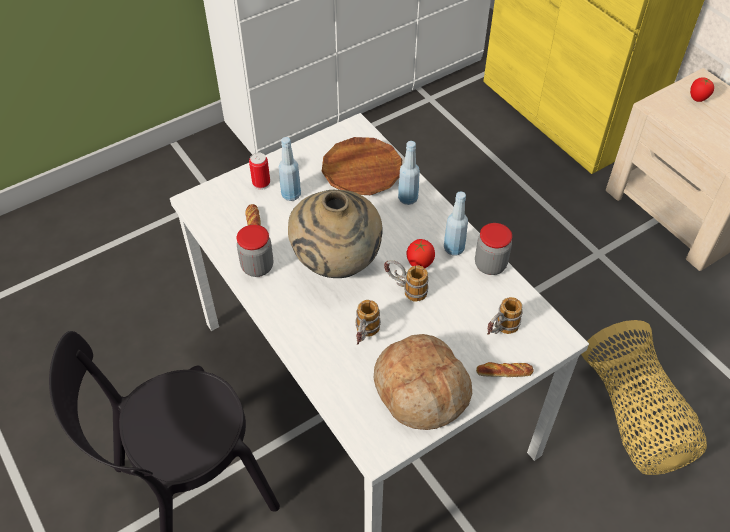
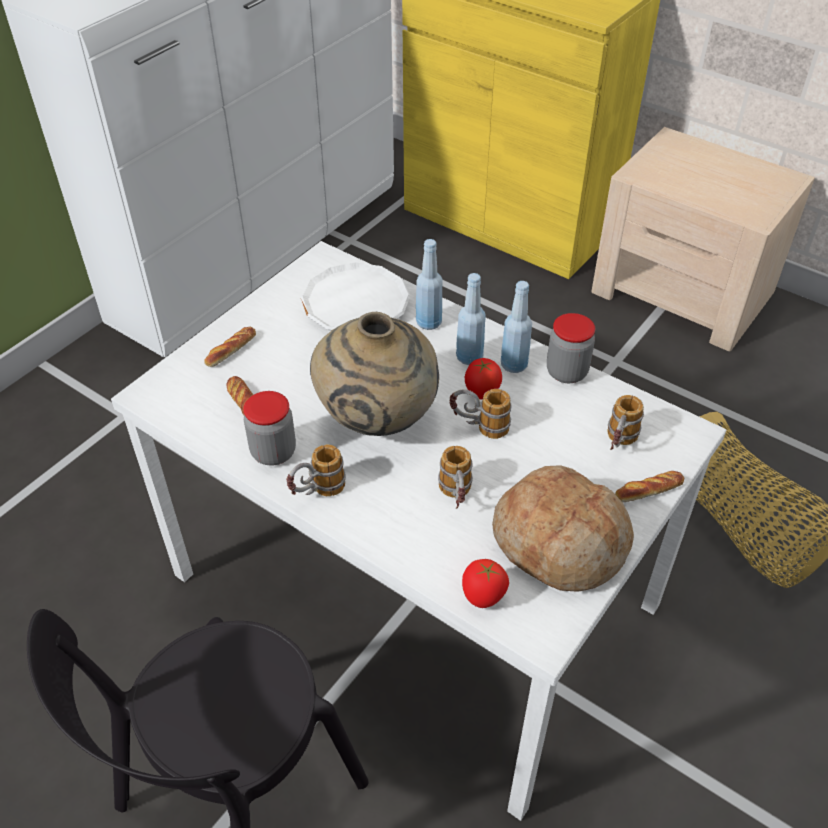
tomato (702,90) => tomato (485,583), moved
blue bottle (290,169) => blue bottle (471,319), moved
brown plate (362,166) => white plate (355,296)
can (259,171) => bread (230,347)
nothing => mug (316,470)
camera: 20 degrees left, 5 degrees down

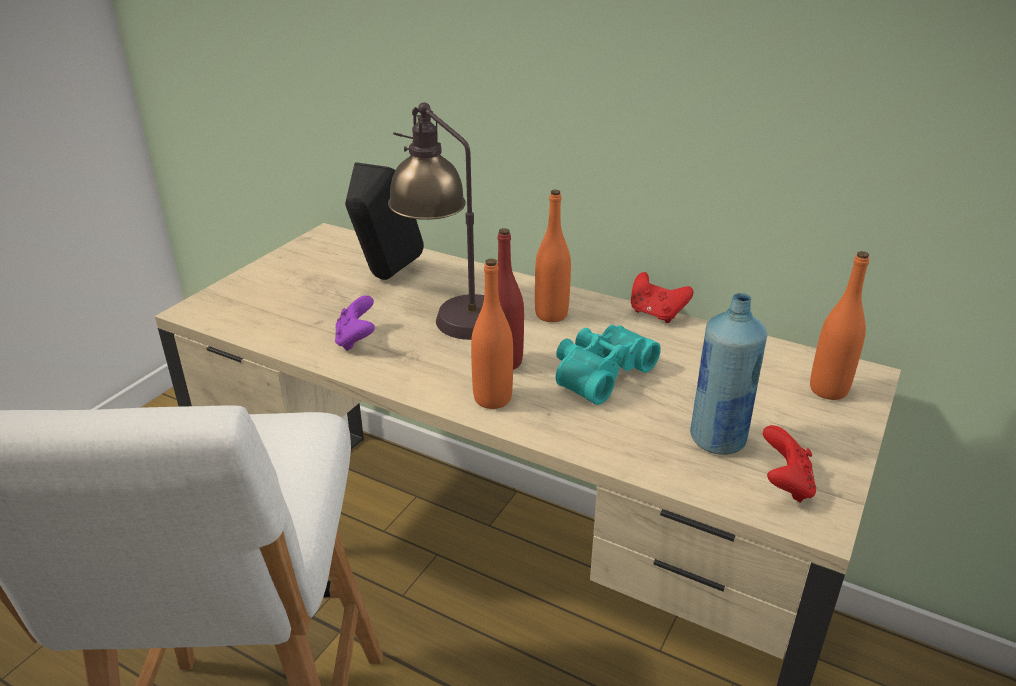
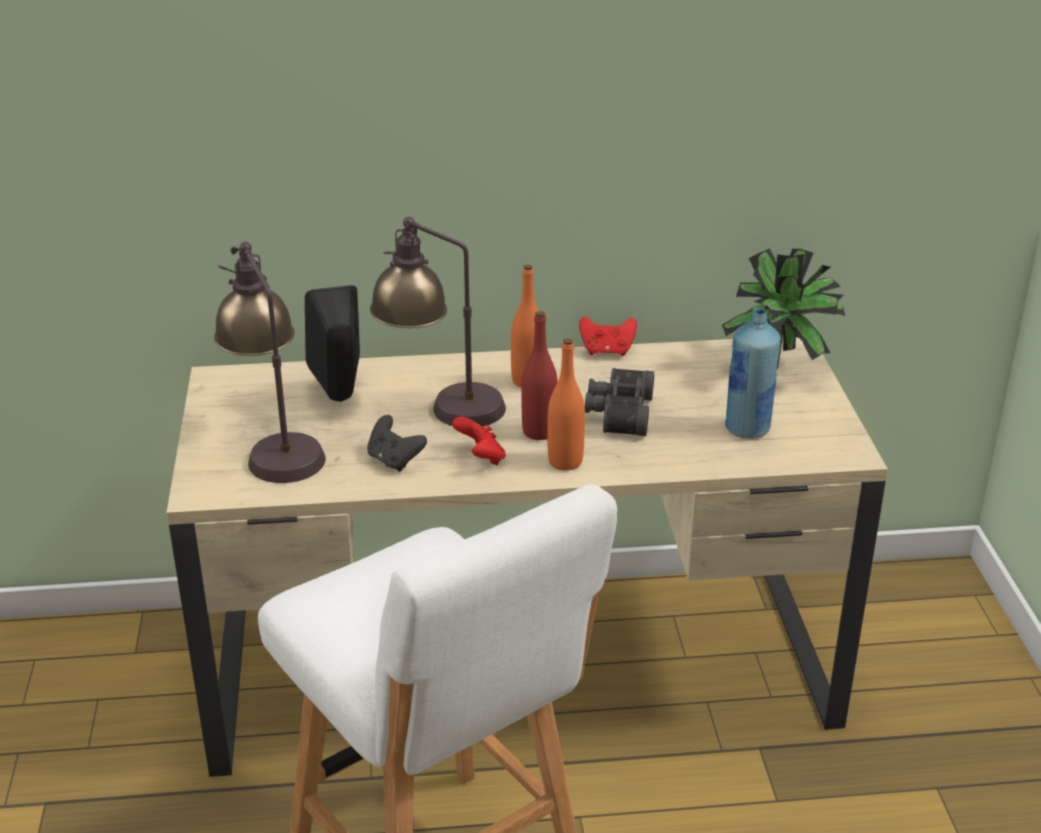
orange bottle (839,325) => potted plant (783,308)
purple game controller (355,323) => black game controller (397,443)
turquoise binoculars (608,365) => black binoculars (619,402)
red game controller (789,464) => red game controller (479,441), moved
nothing => table lamp (270,362)
camera: 35 degrees left, 0 degrees up

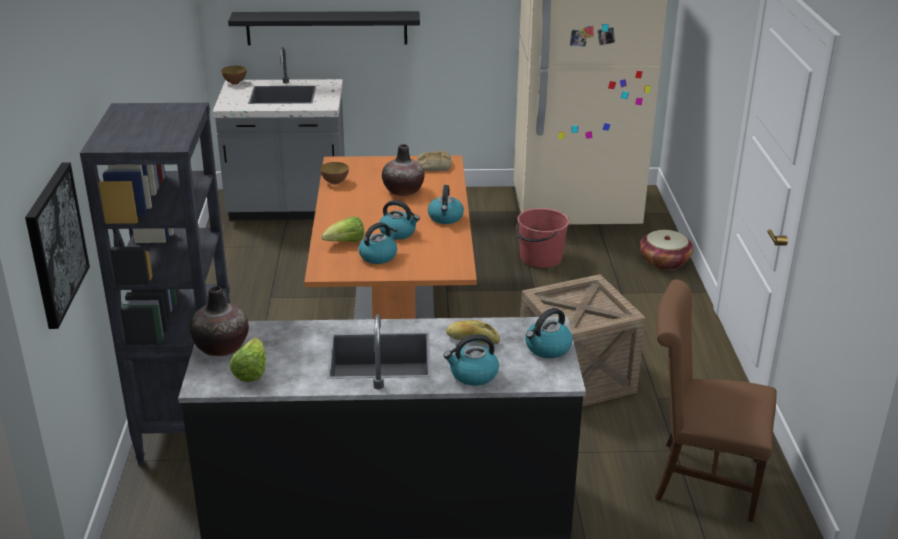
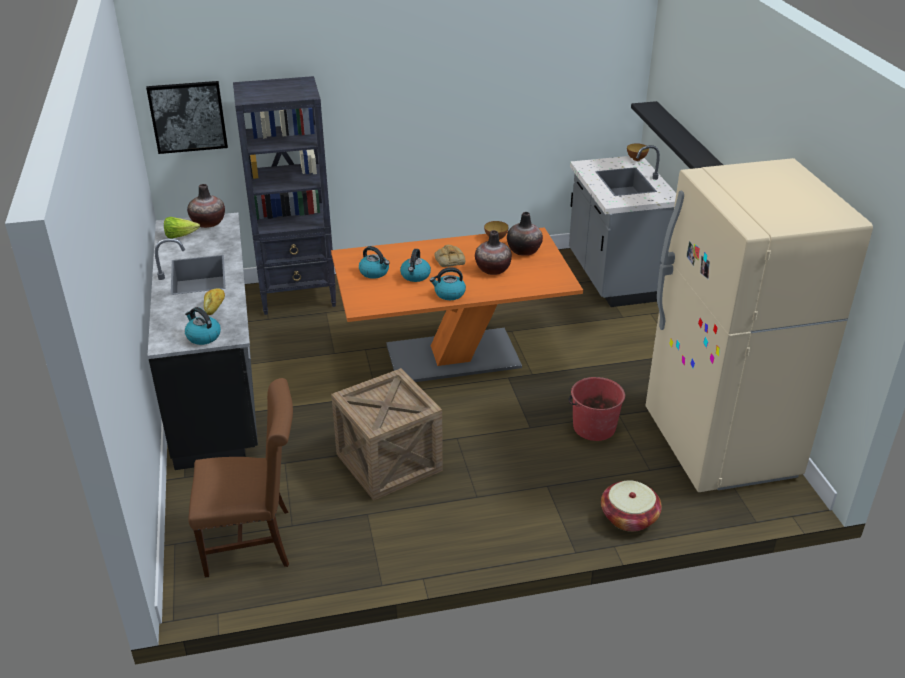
bread (434,161) => bread (450,256), moved
lettuce (342,229) => nothing
brown chair (716,400) => brown chair (240,477), 75 degrees clockwise
kettle (471,360) => nothing
nothing => vase (525,234)
camera: 80 degrees right, 5 degrees up

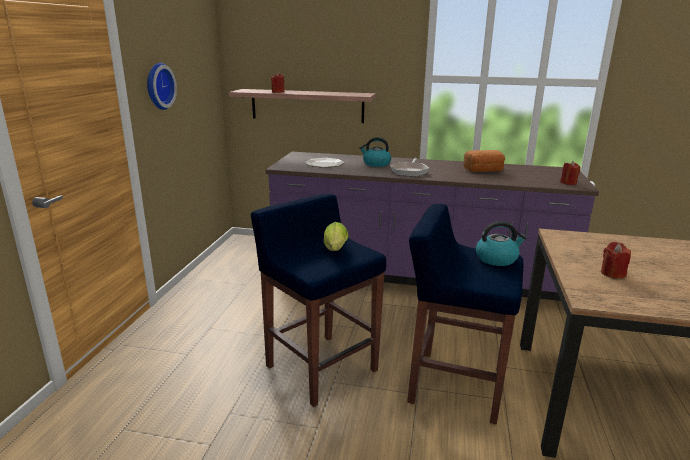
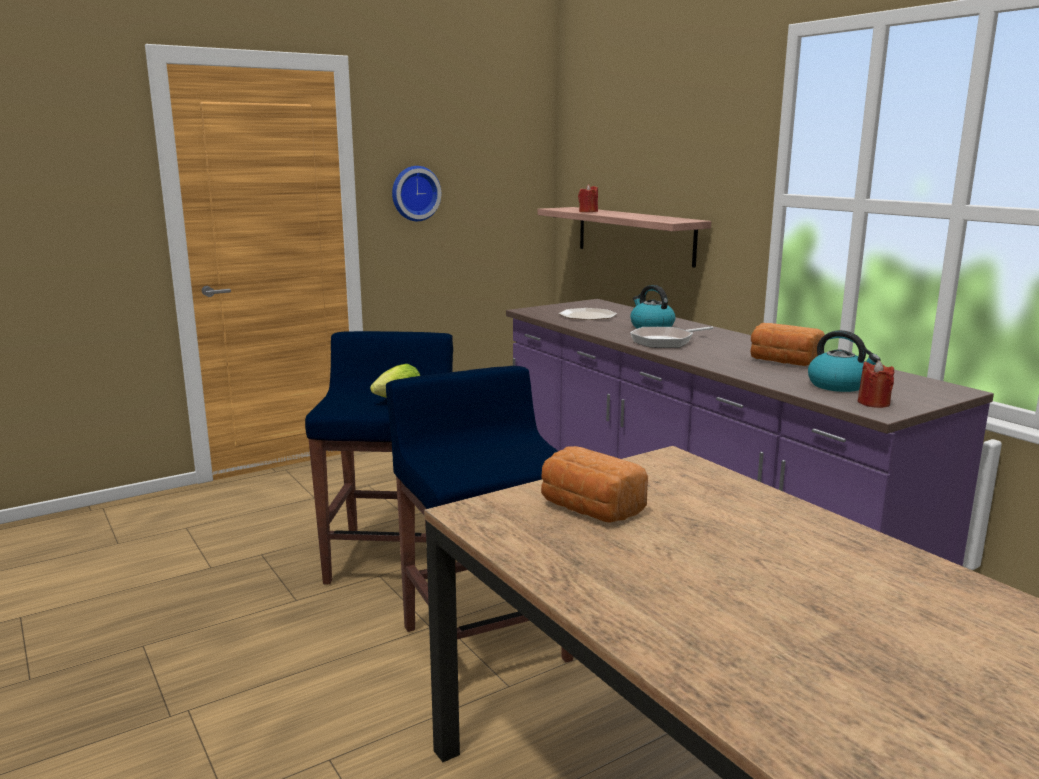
kettle (501,243) => kettle (844,361), moved
red candle (616,260) => bread (594,484)
camera: 45 degrees right, 5 degrees down

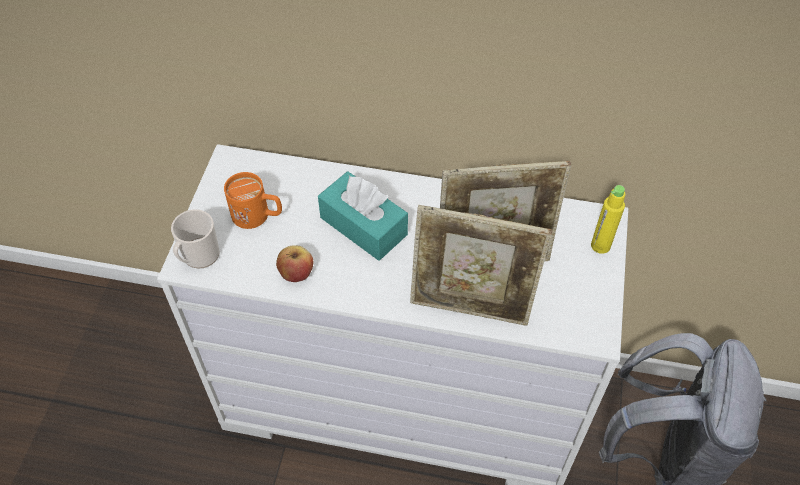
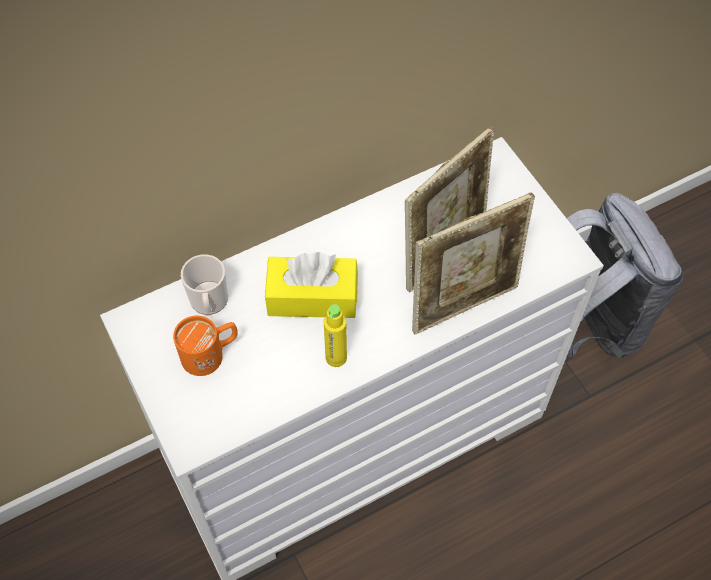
turquoise tissue box (363,216) => yellow tissue box (311,285)
yellow bottle (608,219) => yellow bottle (335,335), moved
mug (195,239) => mug (204,284), moved
apple (294,263) => nothing
camera: 40 degrees left, 5 degrees up

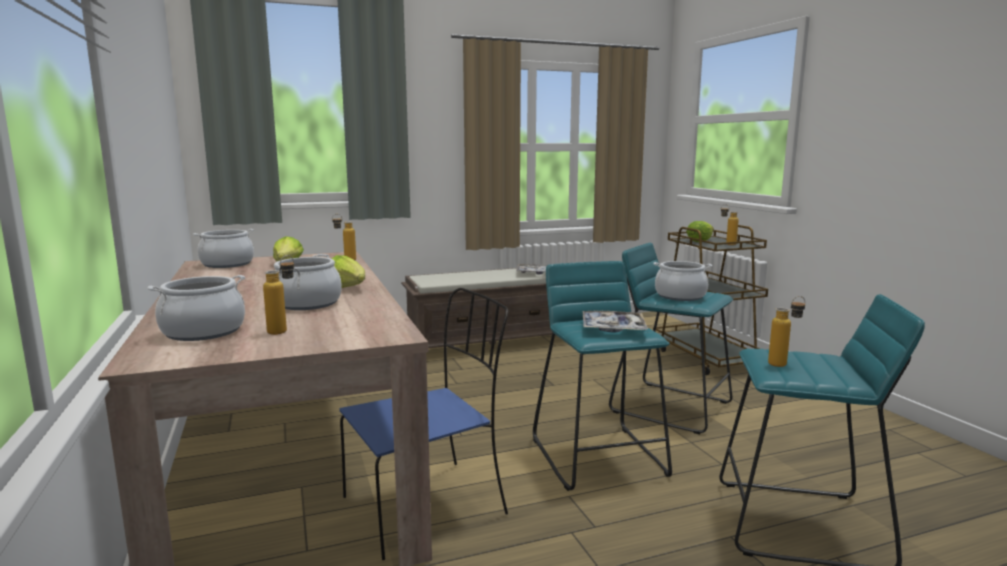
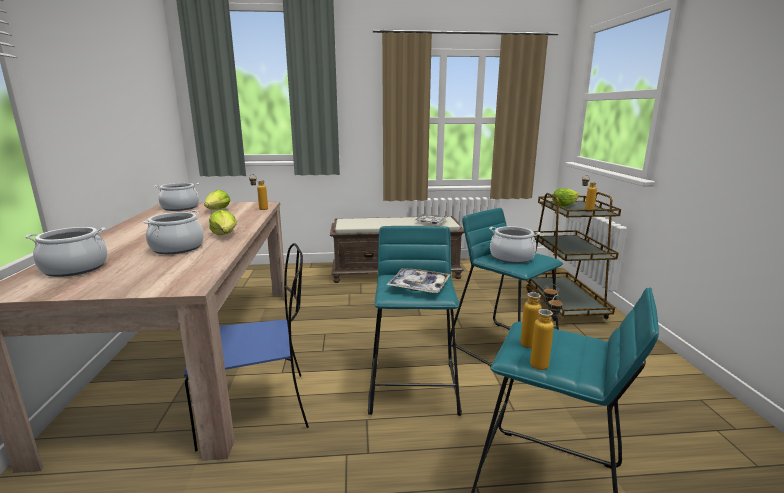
bottle (278,295) => bottle (546,332), moved
camera: 15 degrees right, 5 degrees up

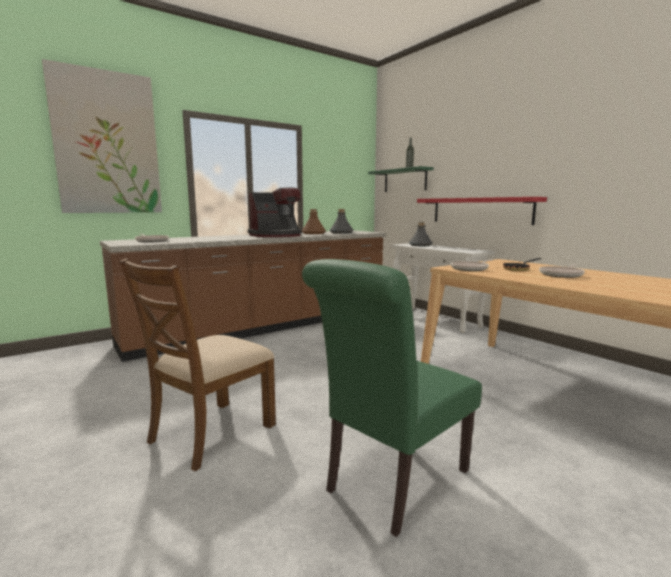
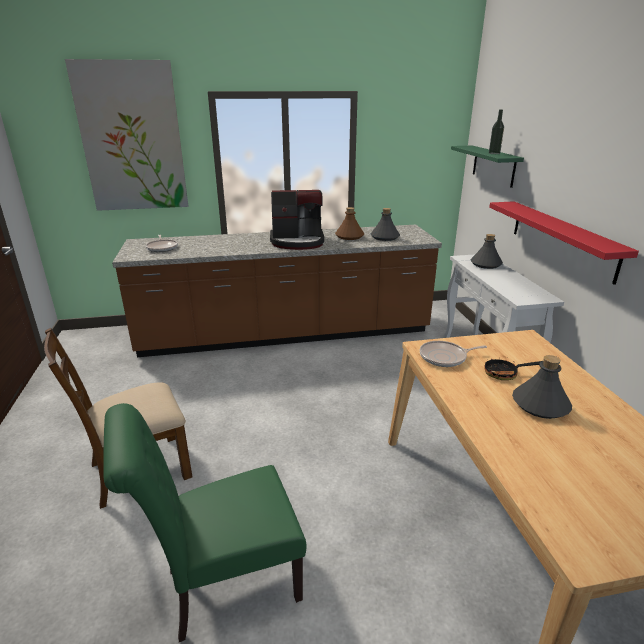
frying pan (562,271) => grey bottle (542,387)
camera: 25 degrees right, 15 degrees up

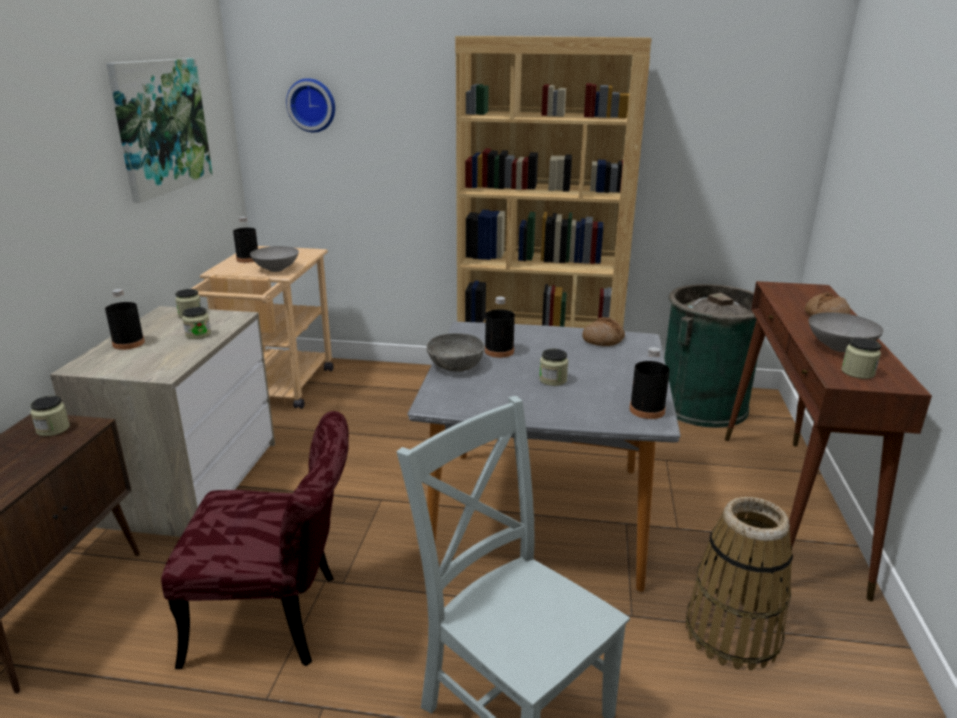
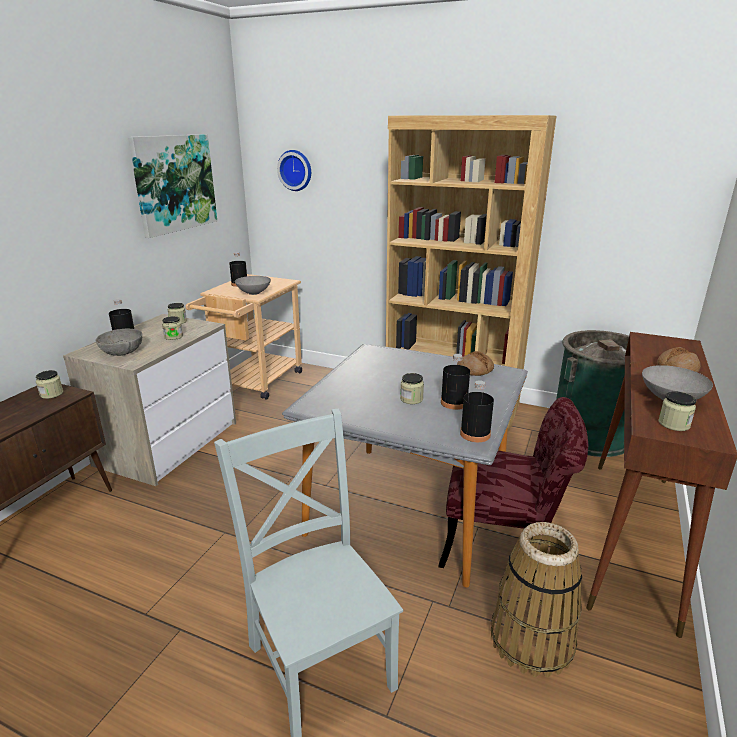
black bottle (500,327) => black bottle (455,382), moved
grey bowl (455,352) => grey bowl (119,342), moved
red chair (255,540) => red chair (514,489), moved
camera: 15 degrees right, 0 degrees up

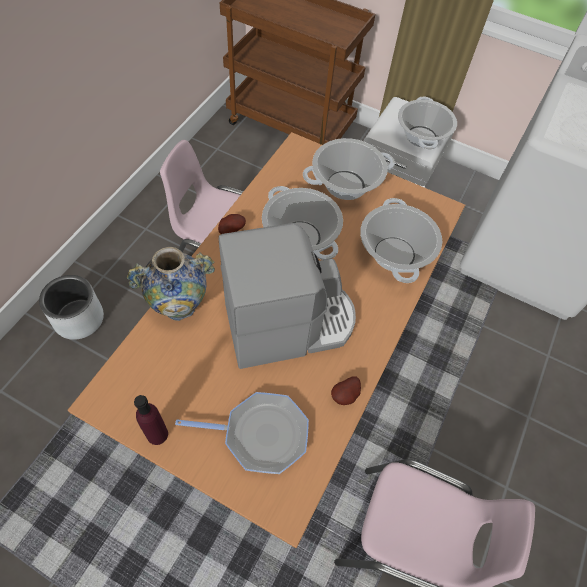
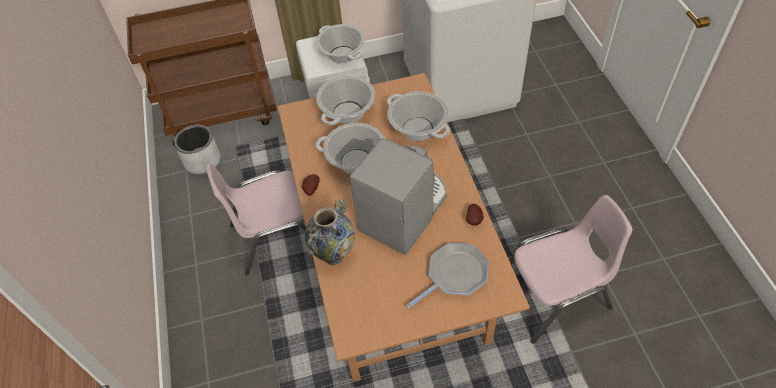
grey planter (71,307) => grey planter (197,149), moved
purple bottle (151,420) => nothing
camera: 35 degrees left, 5 degrees down

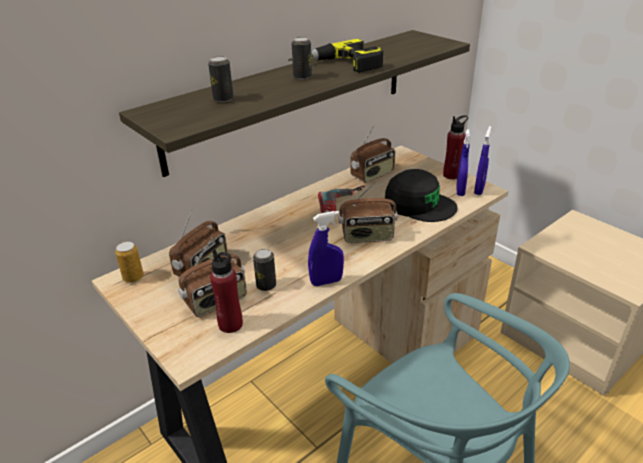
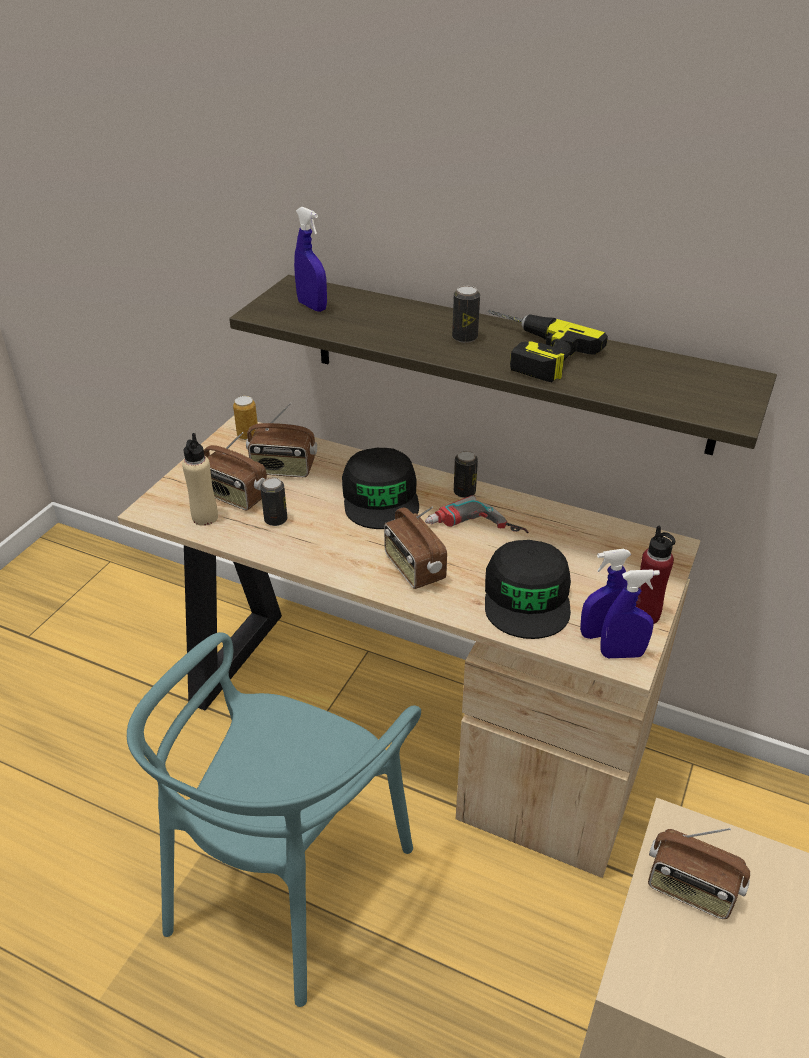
can (221,79) => can (466,474), moved
radio (372,153) => radio (699,873), moved
blue spray bottle (326,248) => blue spray bottle (310,259), moved
red bottle (226,291) => beige bottle (200,479)
nothing => black cap (380,488)
camera: 65 degrees right, 5 degrees up

